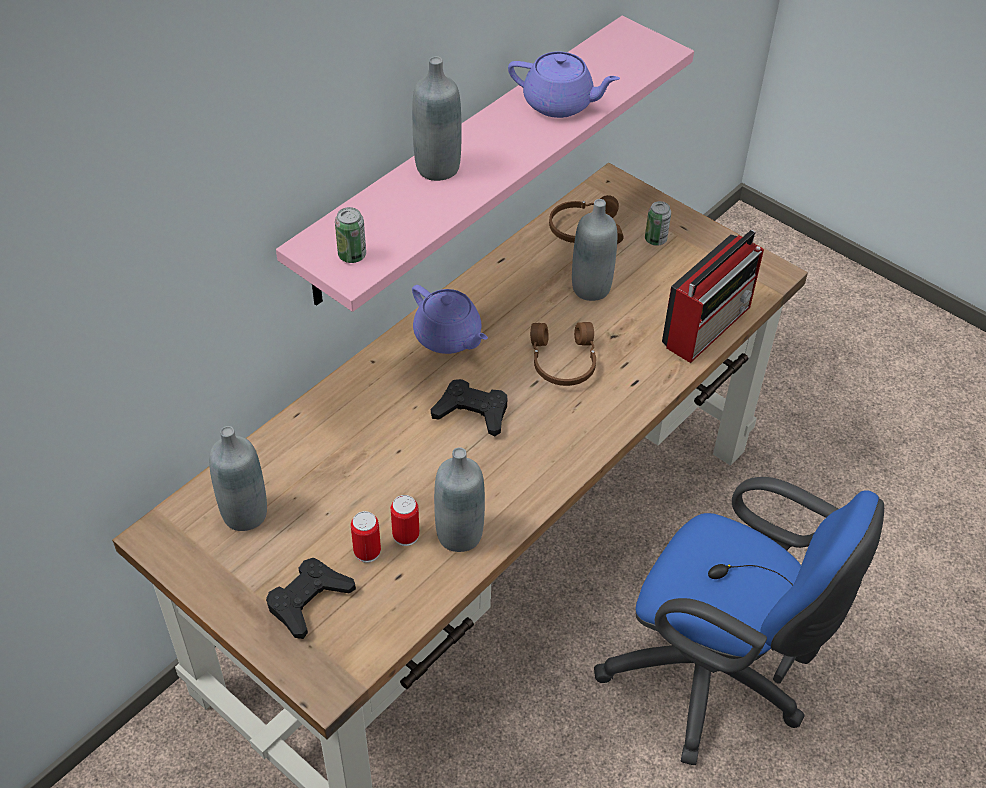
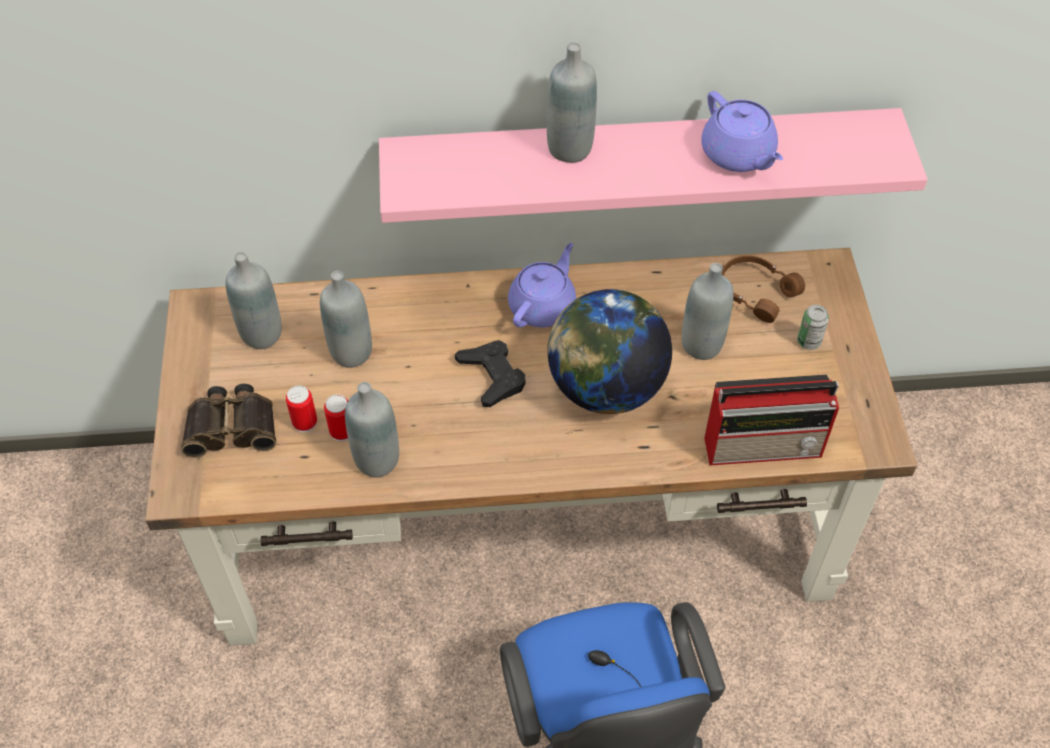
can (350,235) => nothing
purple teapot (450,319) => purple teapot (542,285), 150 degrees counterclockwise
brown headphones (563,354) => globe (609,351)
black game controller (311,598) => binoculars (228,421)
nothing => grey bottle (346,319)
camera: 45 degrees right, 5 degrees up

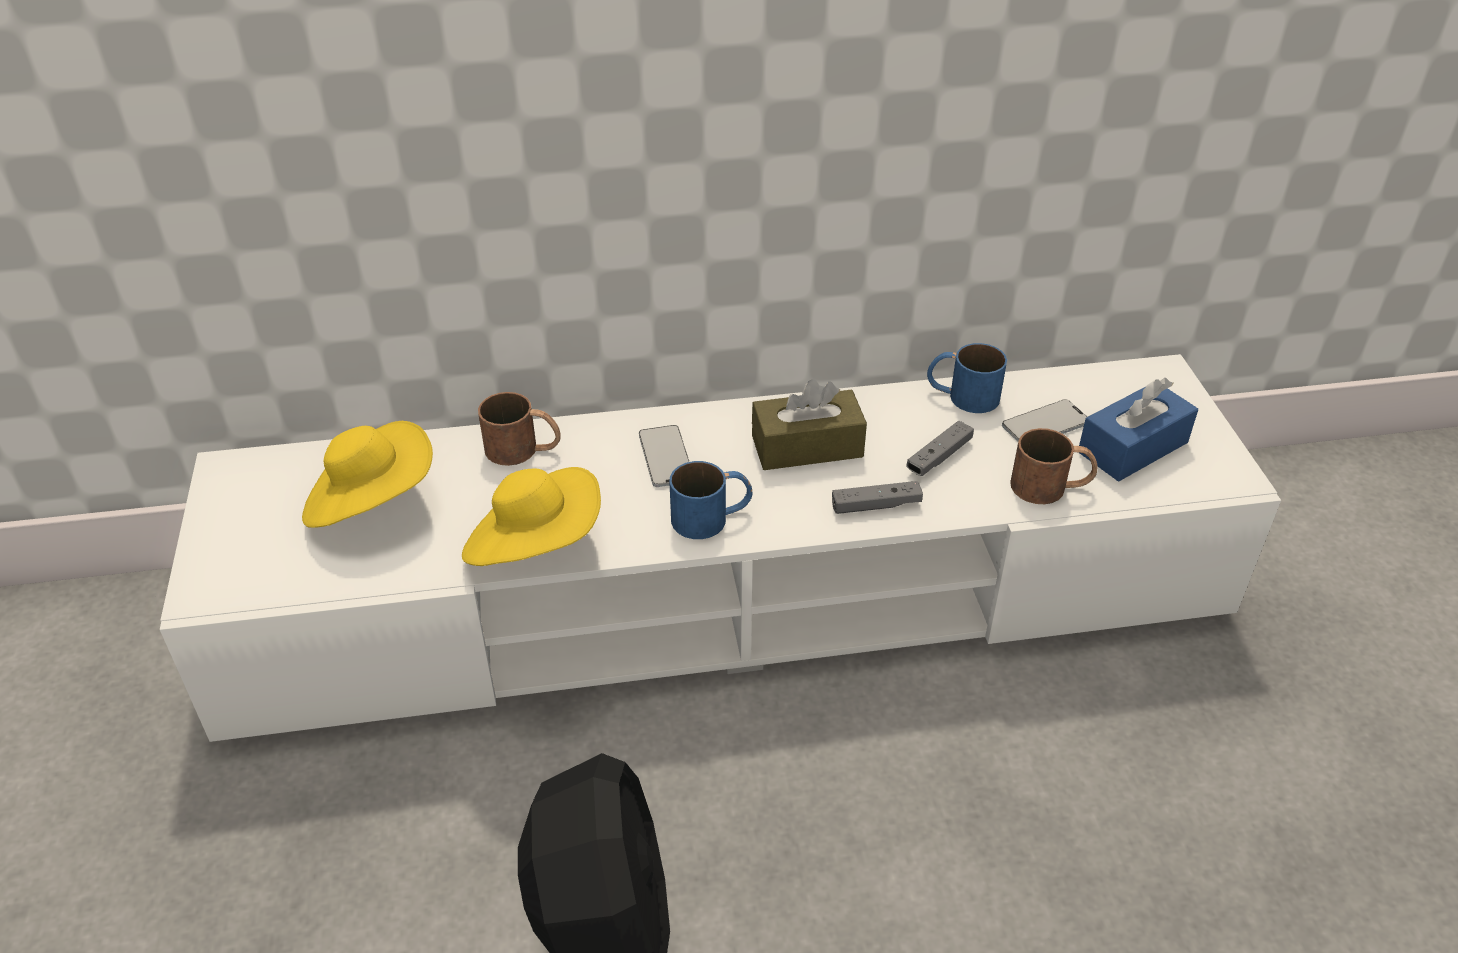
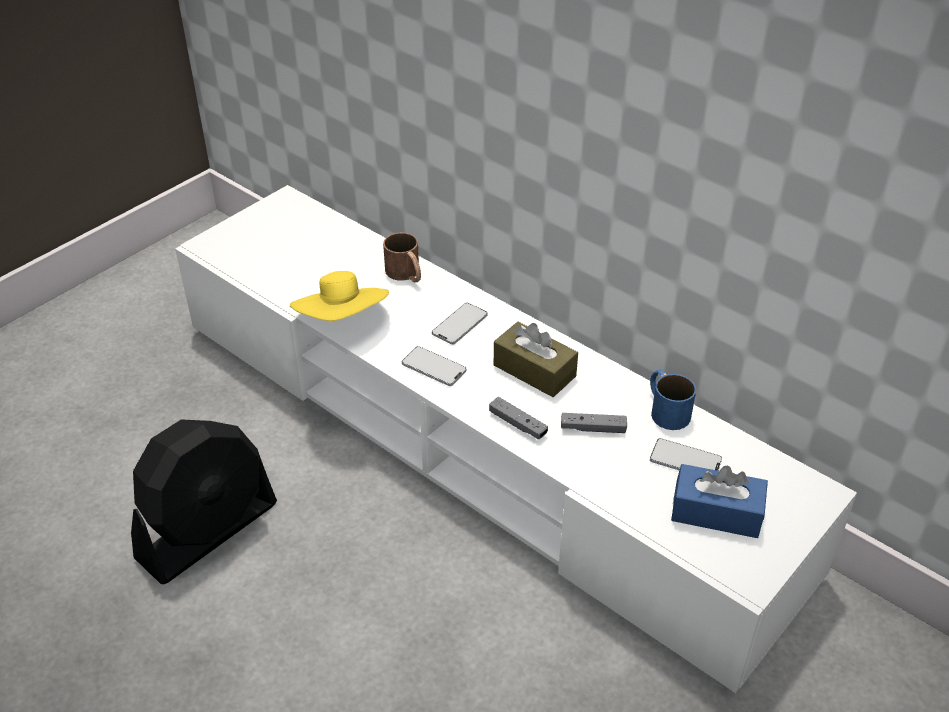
yellow hat (367,474) => nothing
brown mug (1054,466) => nothing
blue mug (710,500) => phone (434,366)
camera: 50 degrees right, 0 degrees up

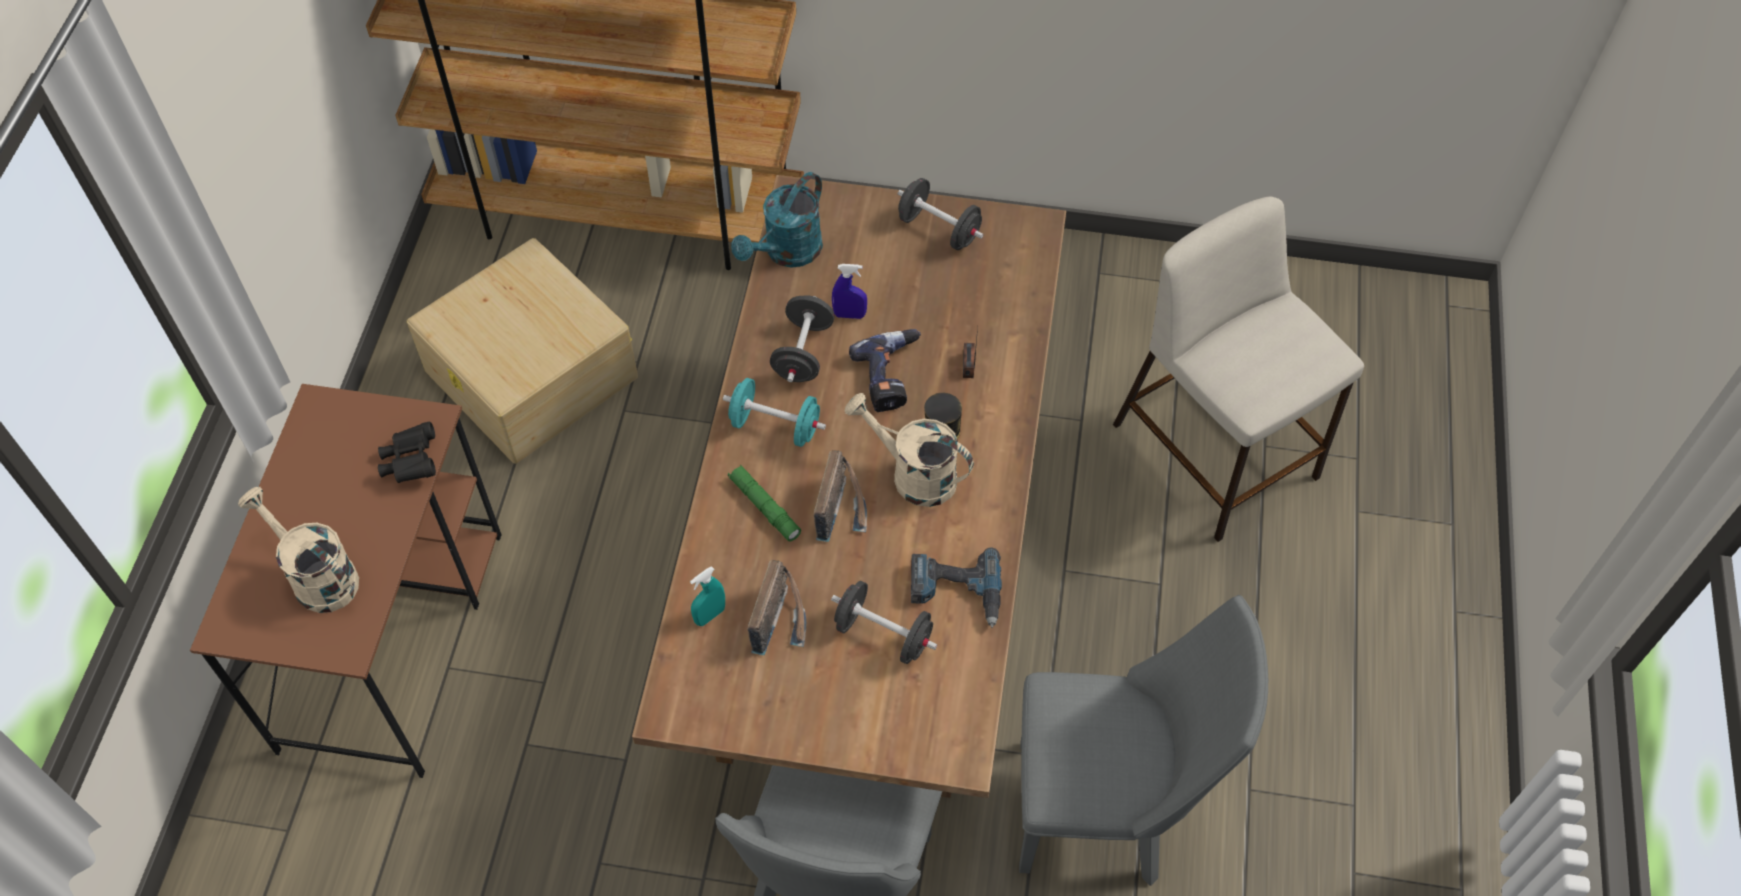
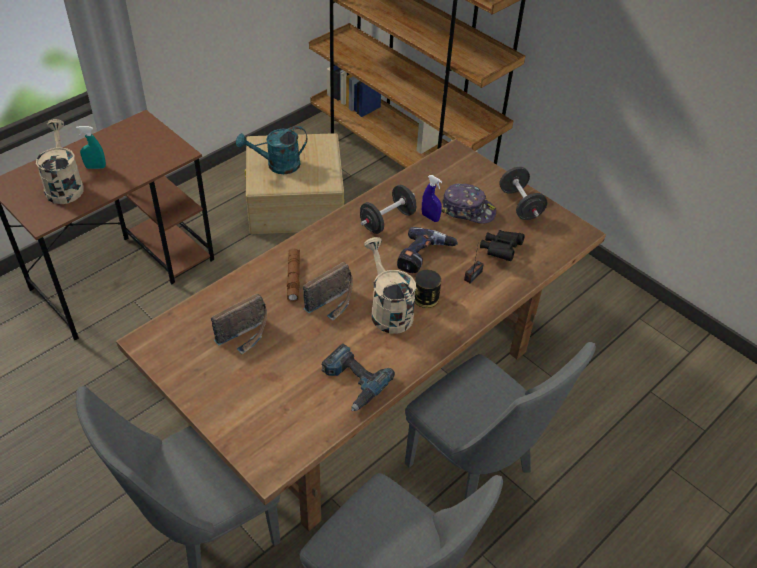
turquoise watering can (777,220) => turquoise watering can (271,150), moved
beige stool (1238,369) => nothing
turquoise dumbbell (774,412) => nothing
black binoculars (407,452) => black binoculars (502,245), moved
green flashlight (764,503) => brown flashlight (293,275)
turquoise spray bottle (707,596) => turquoise spray bottle (91,147), moved
black dumbbell (884,622) => nothing
nothing => cap (468,203)
nothing => grey chair (500,421)
camera: 35 degrees right, 10 degrees down

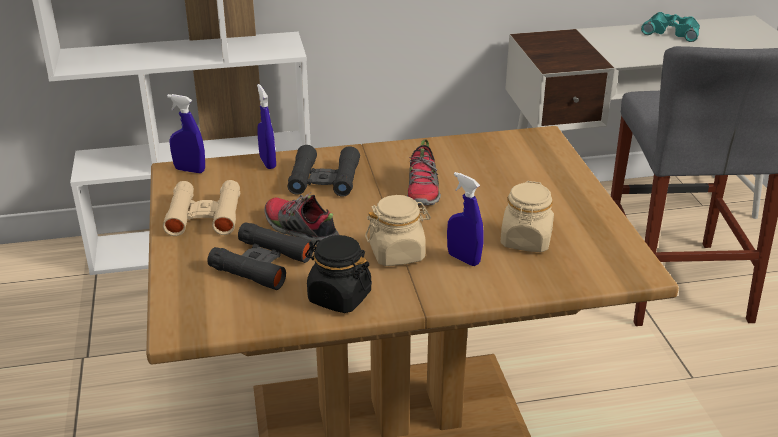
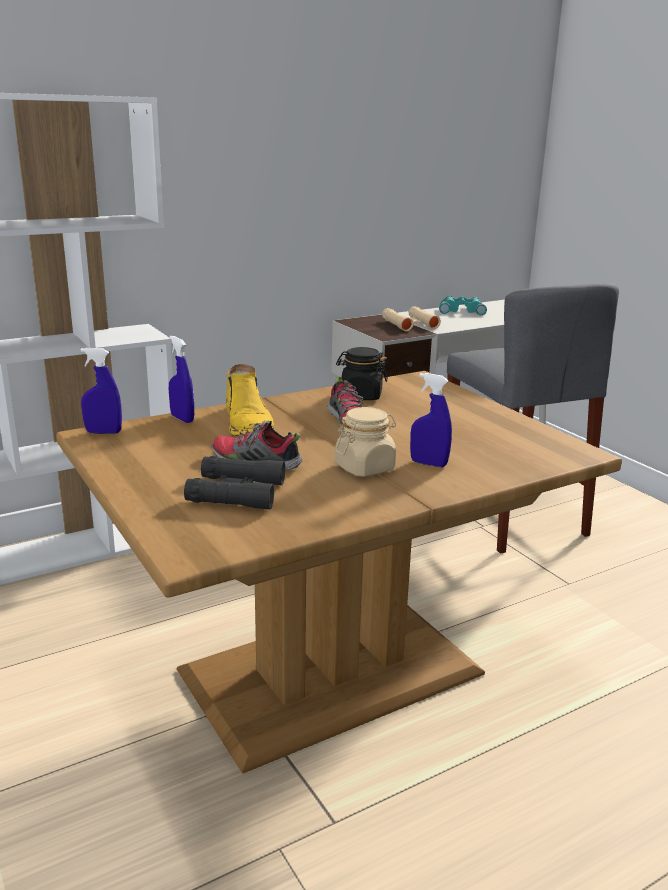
black binoculars (324,171) => yellow boot (250,400)
beige binoculars (201,208) => beige binoculars (411,319), moved
beige jar (527,216) => nothing
black jar (338,274) => black jar (362,373), moved
camera: 20 degrees left, 10 degrees down

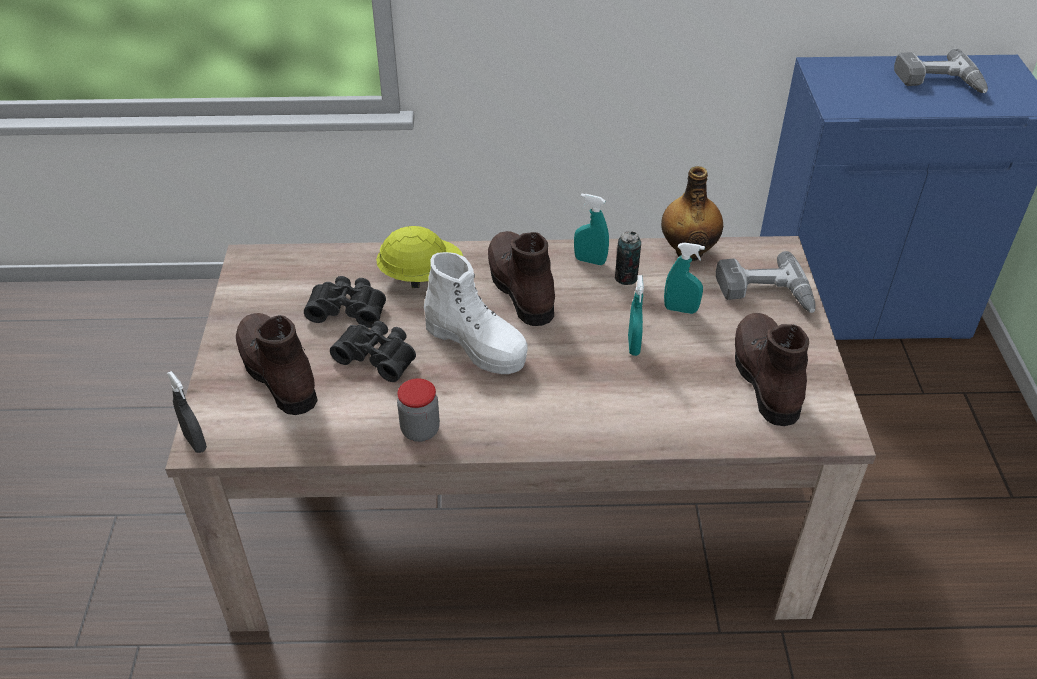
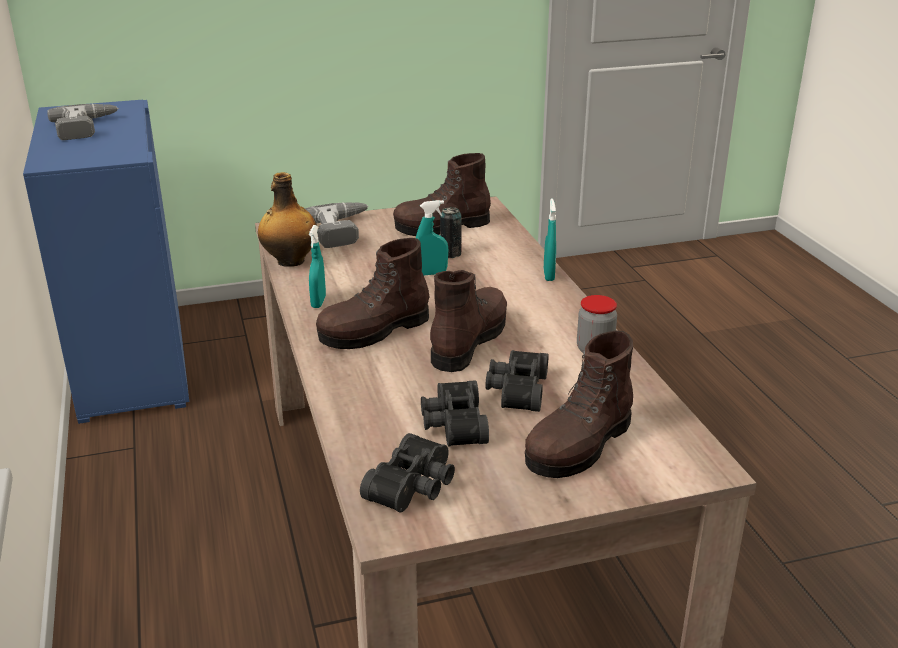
yellow hard hat (419,257) => nothing
can (628,258) => can (451,232), moved
turquoise spray bottle (684,278) => turquoise spray bottle (550,239), moved
white boot (476,313) => brown boot (468,321)
grey spray bottle (187,412) => nothing
nothing => black binoculars (407,473)
camera: 105 degrees left, 15 degrees down

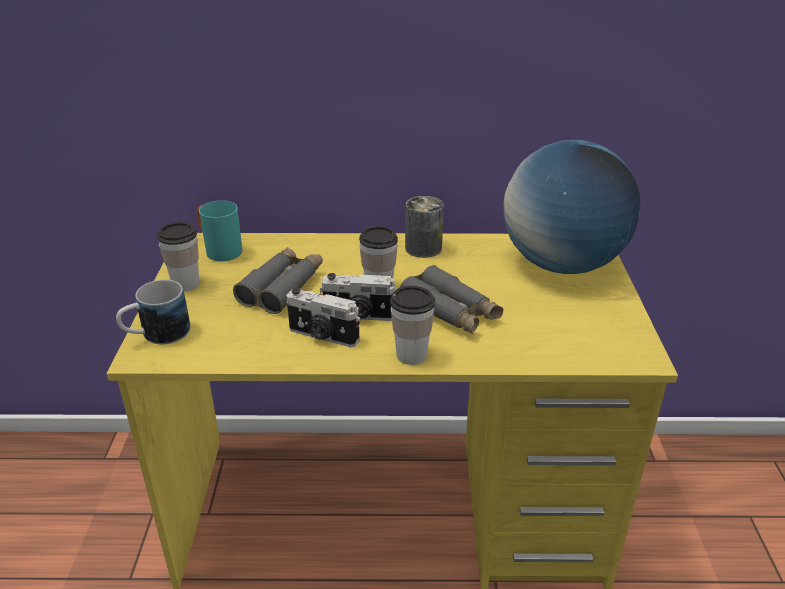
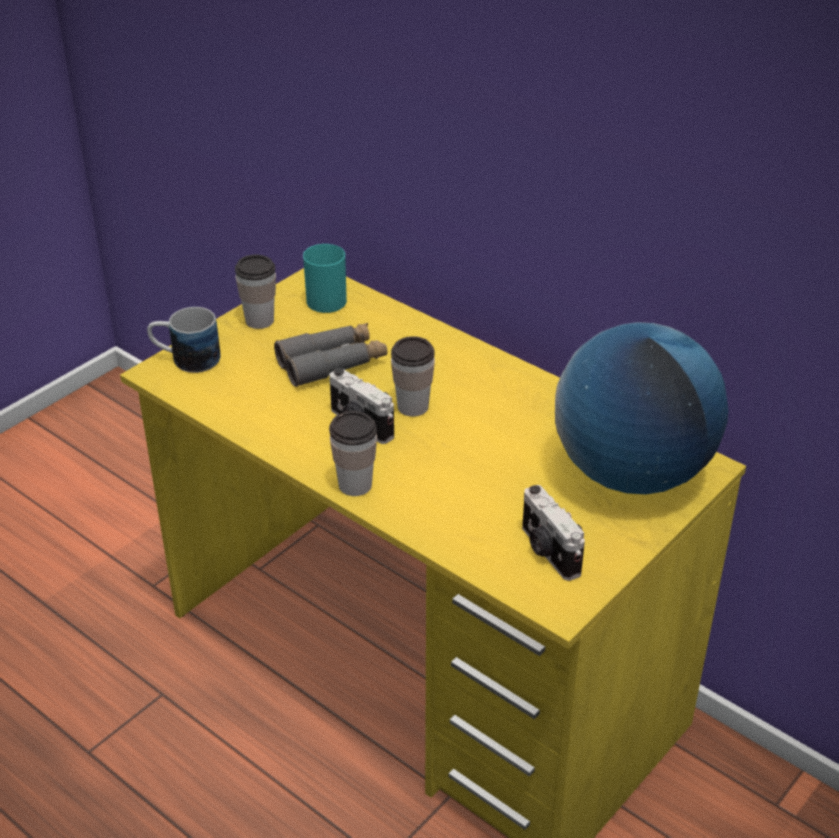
can (424,227) => nothing
grey binoculars (451,299) => nothing
photo camera (323,317) => photo camera (553,533), moved
camera: 40 degrees right, 5 degrees up

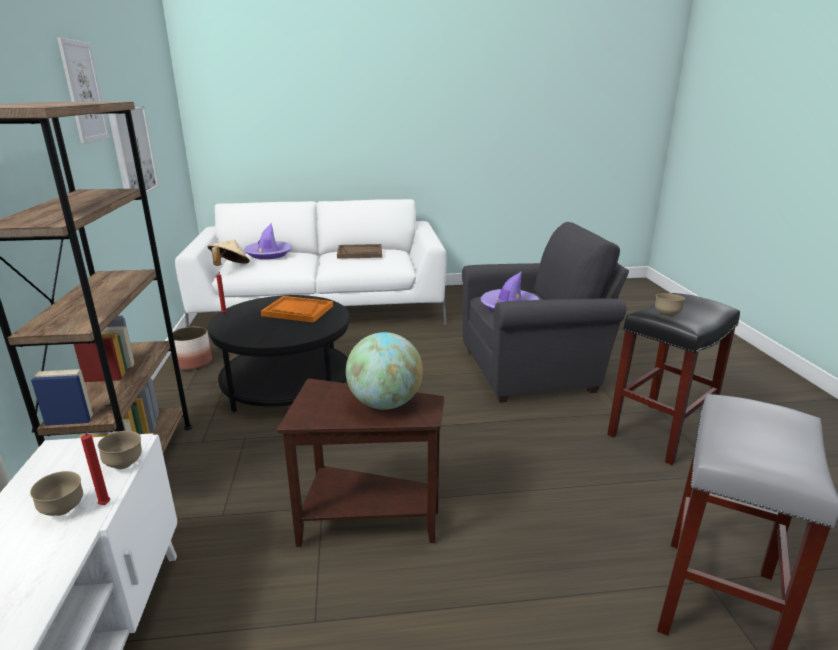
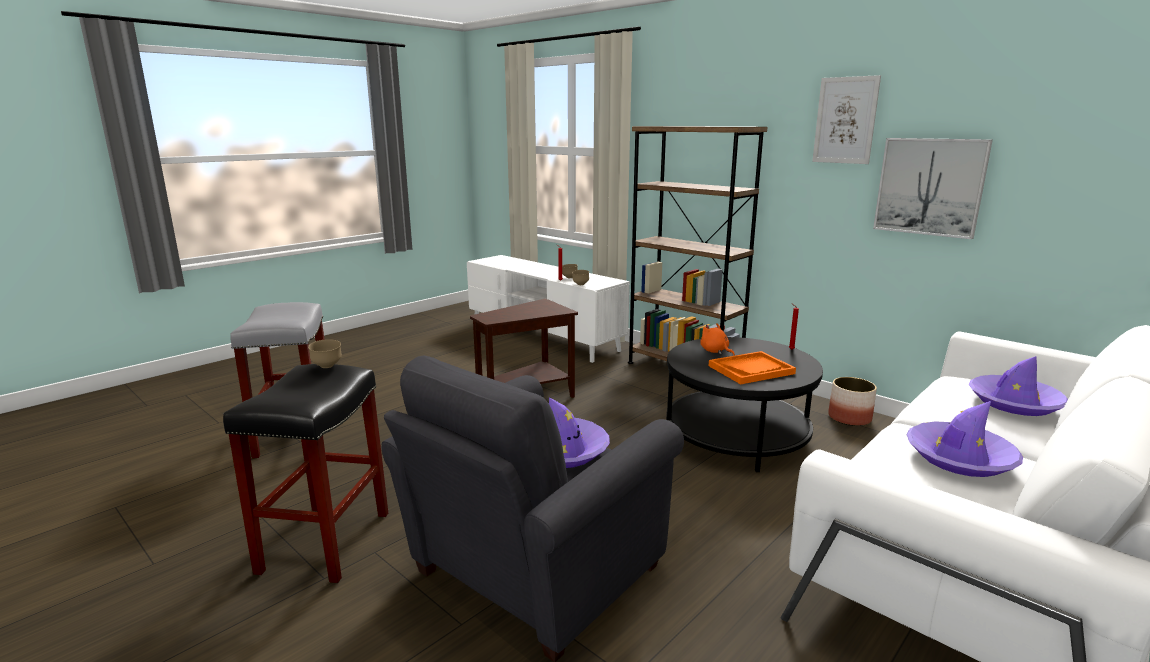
beige hat (228,253) => nothing
brown tray (359,251) => purple hat (965,439)
globe (384,371) => nothing
nothing => orange plush toy (717,339)
camera: 140 degrees right, 5 degrees down

